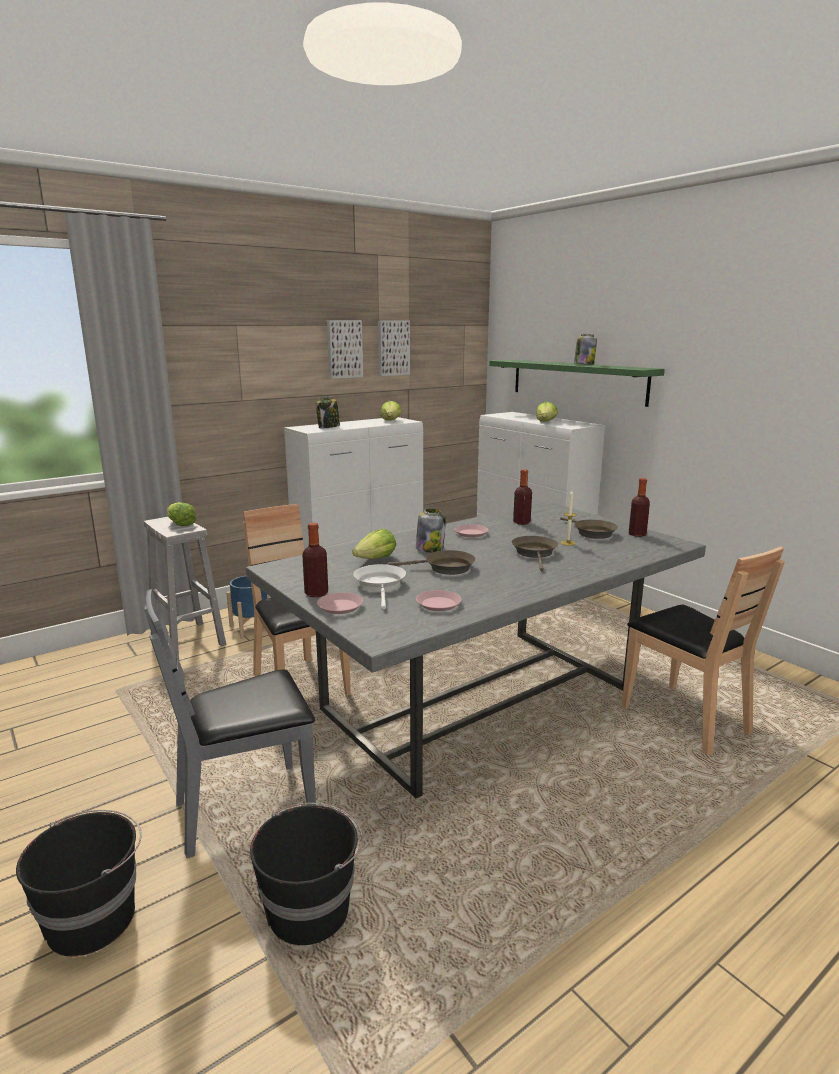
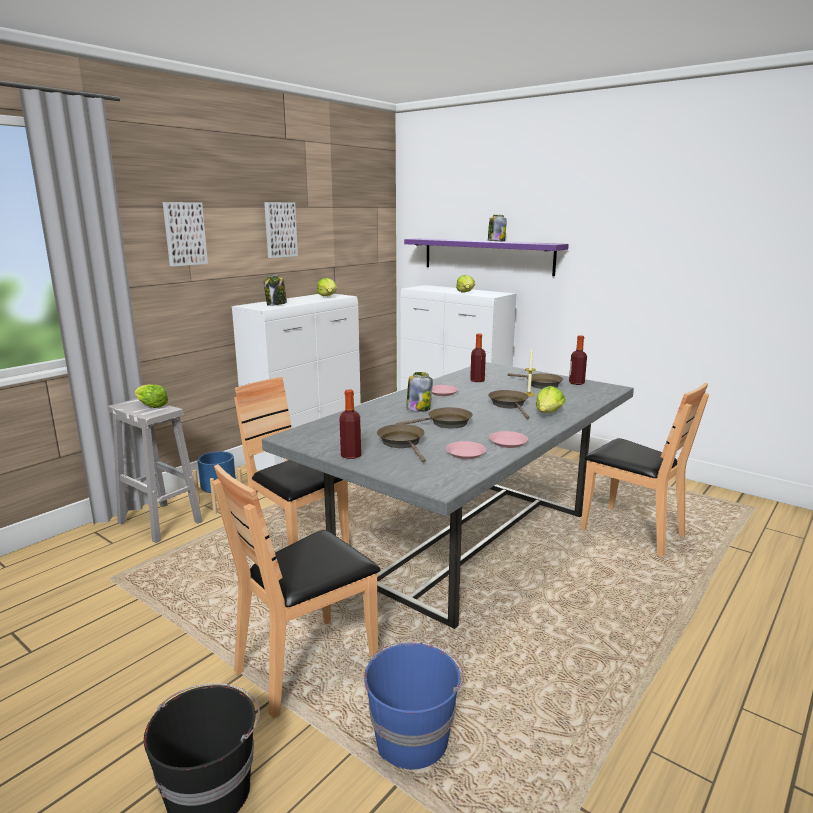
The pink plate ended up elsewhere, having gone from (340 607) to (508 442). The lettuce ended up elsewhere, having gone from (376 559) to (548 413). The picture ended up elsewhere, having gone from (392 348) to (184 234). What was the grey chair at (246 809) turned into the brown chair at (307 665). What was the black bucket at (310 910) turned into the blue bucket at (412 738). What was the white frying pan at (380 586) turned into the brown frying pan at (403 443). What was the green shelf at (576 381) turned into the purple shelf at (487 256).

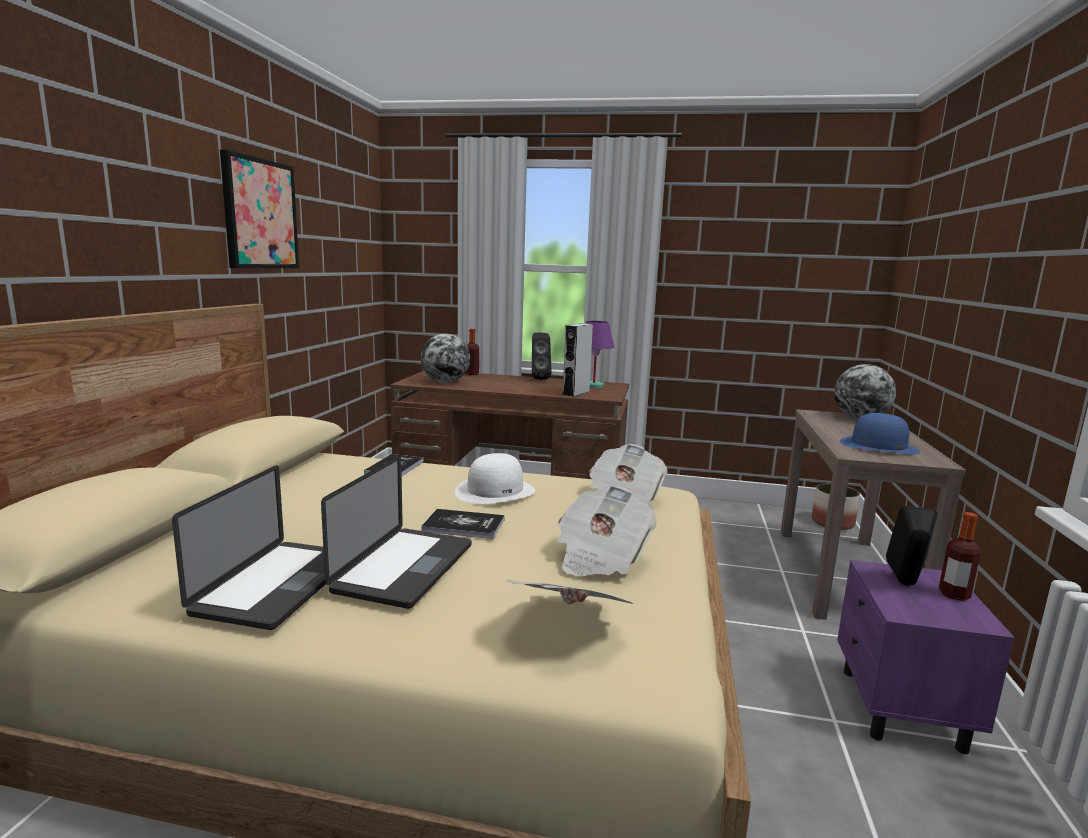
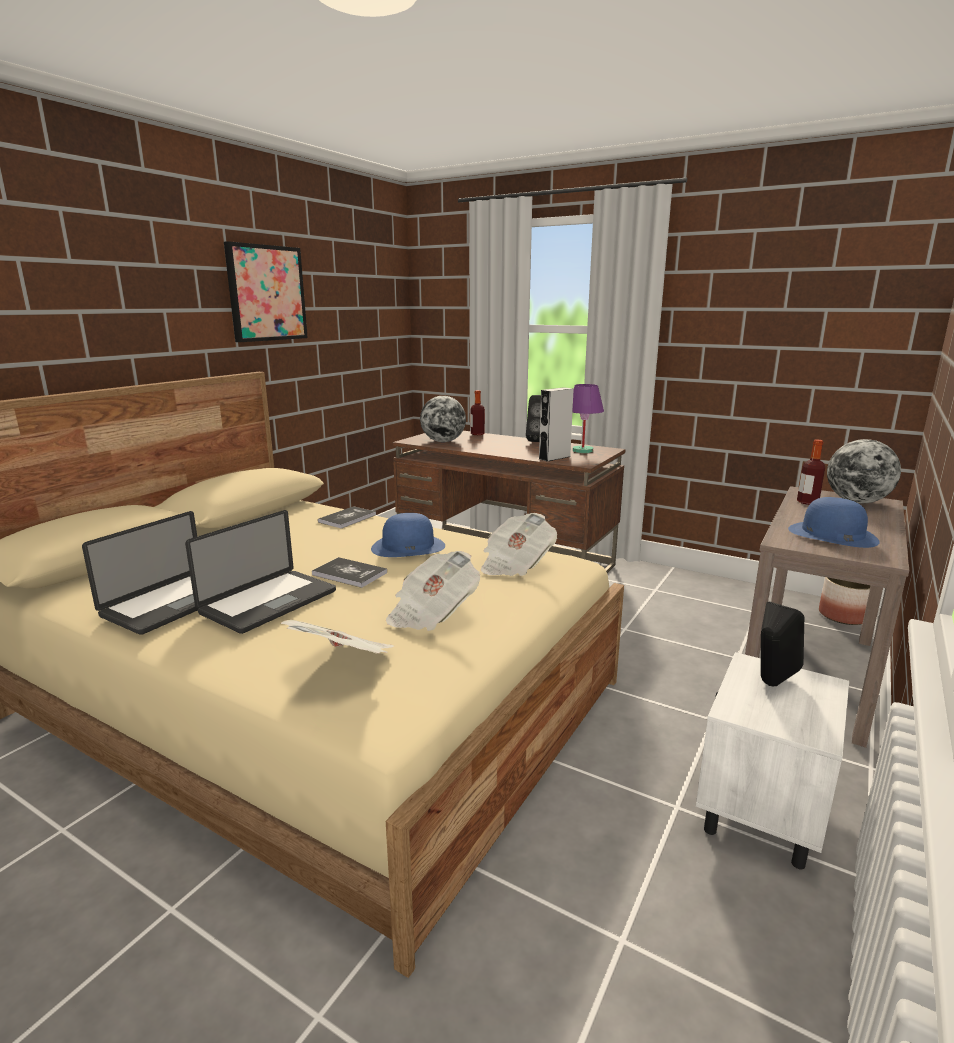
The bottle ended up elsewhere, having gone from (954 594) to (807 502). What was the white hat at (495 491) turned into the blue hat at (408 546). What was the purple nightstand at (900 709) turned into the white nightstand at (760 812).

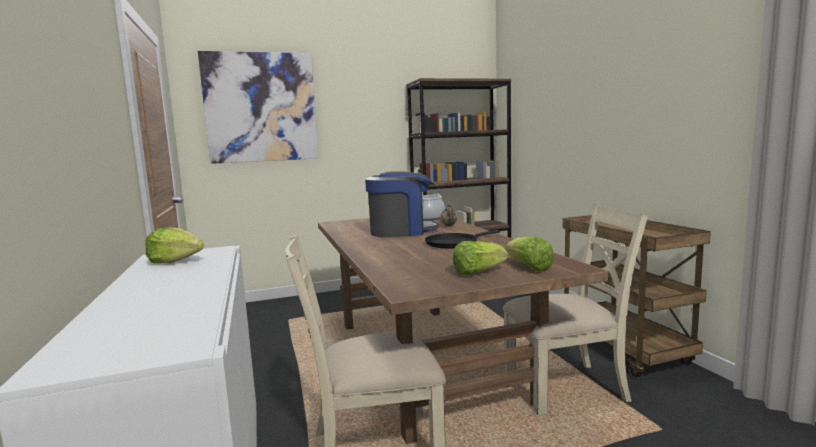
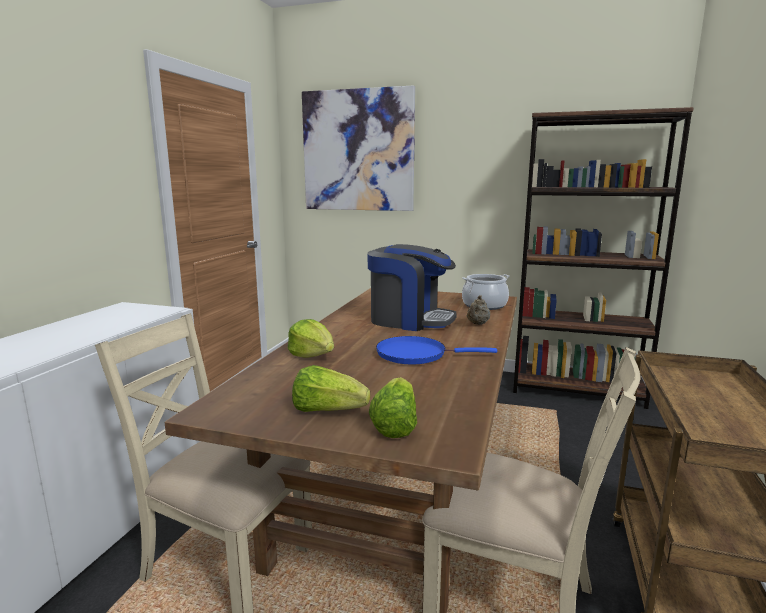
The lettuce ended up elsewhere, having gone from (175 261) to (312 355). What was the black frying pan at (454 243) turned into the blue frying pan at (416 354).

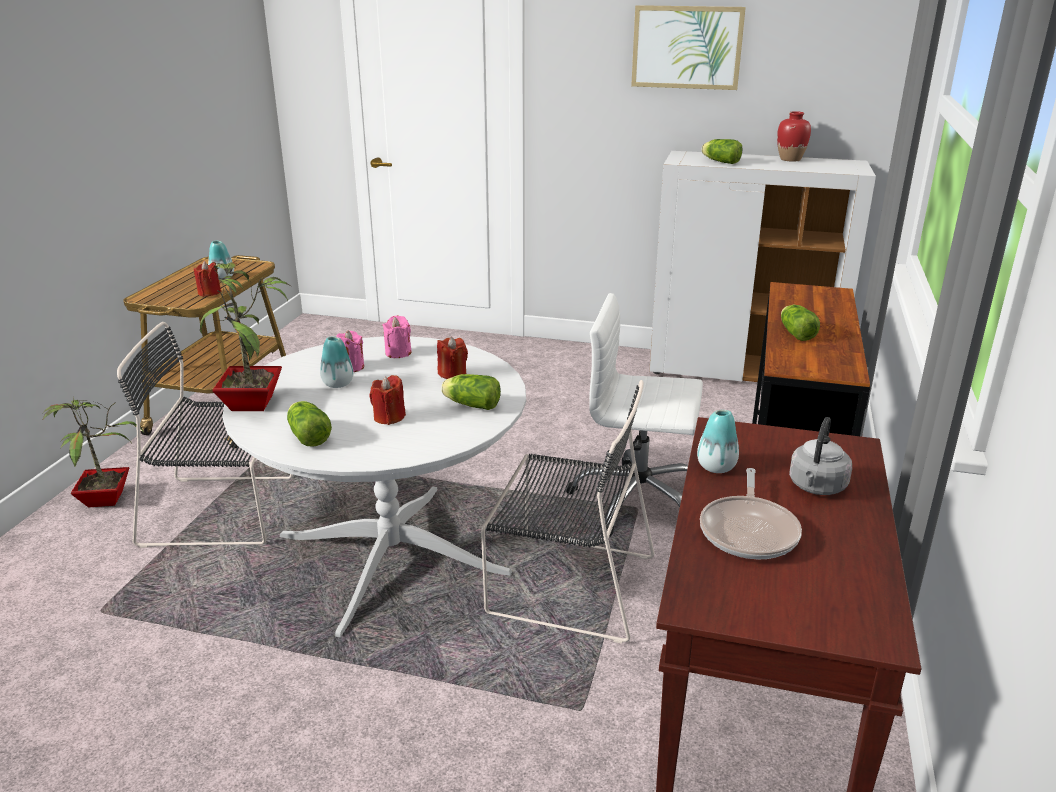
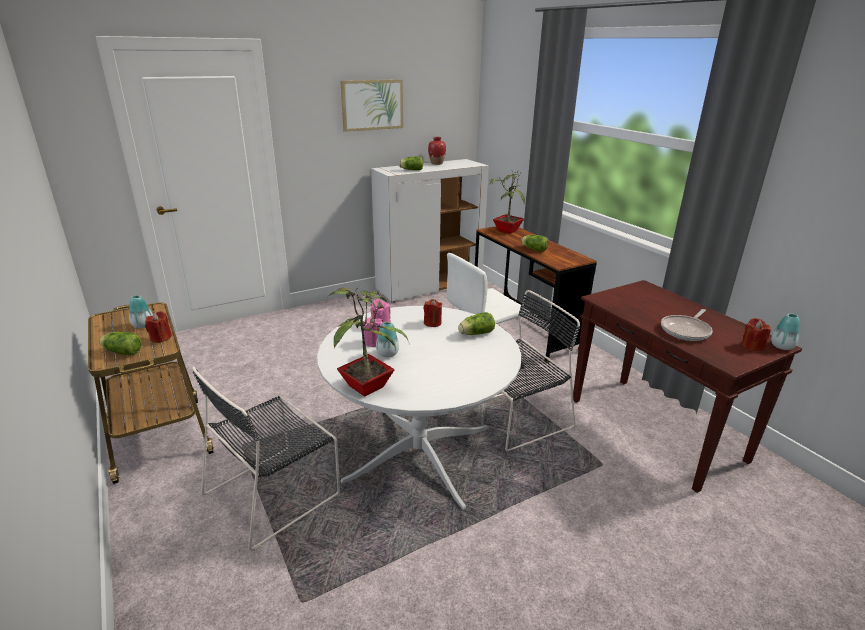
The second view lost the grey kettle at (816 487). The potted plant ended up elsewhere, having gone from (106 498) to (506 230). The lettuce ended up elsewhere, having gone from (308 435) to (121 352). The red candle ended up elsewhere, having gone from (389 417) to (752 346). The vase ended up elsewhere, having gone from (716 467) to (782 346). The frying pan at (749 531) ended up facing another way, 75 degrees clockwise from before.

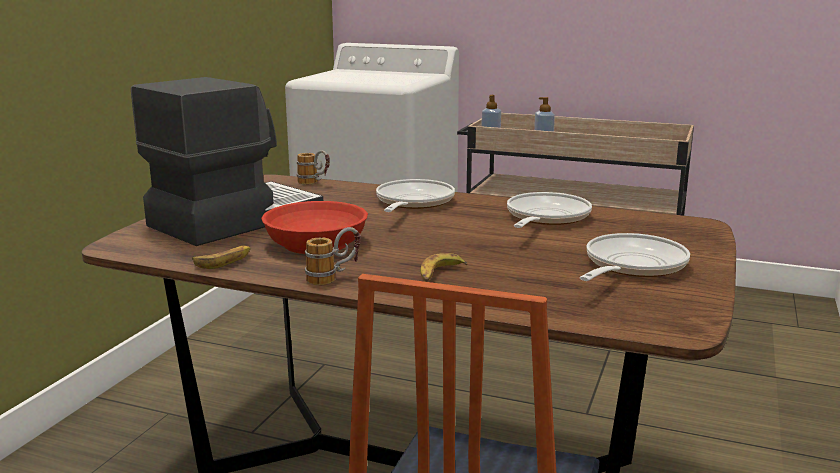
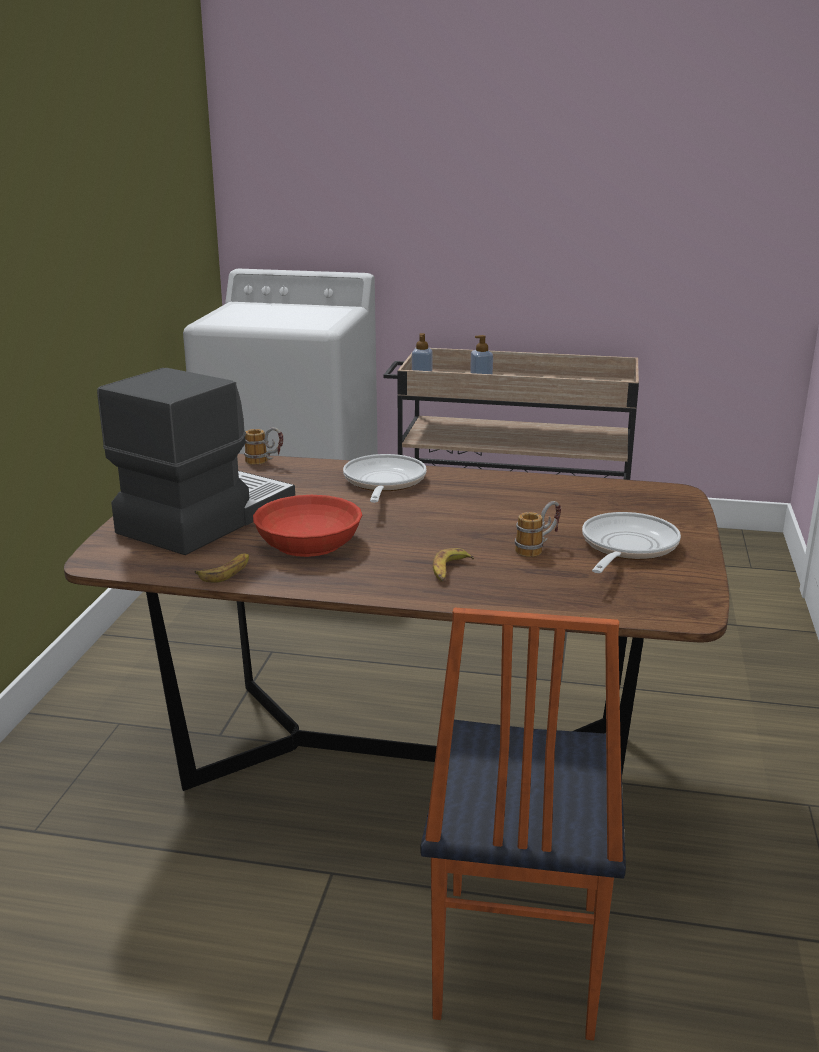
The second view lost the frying pan at (545 218). The mug ended up elsewhere, having gone from (334 277) to (538 548).

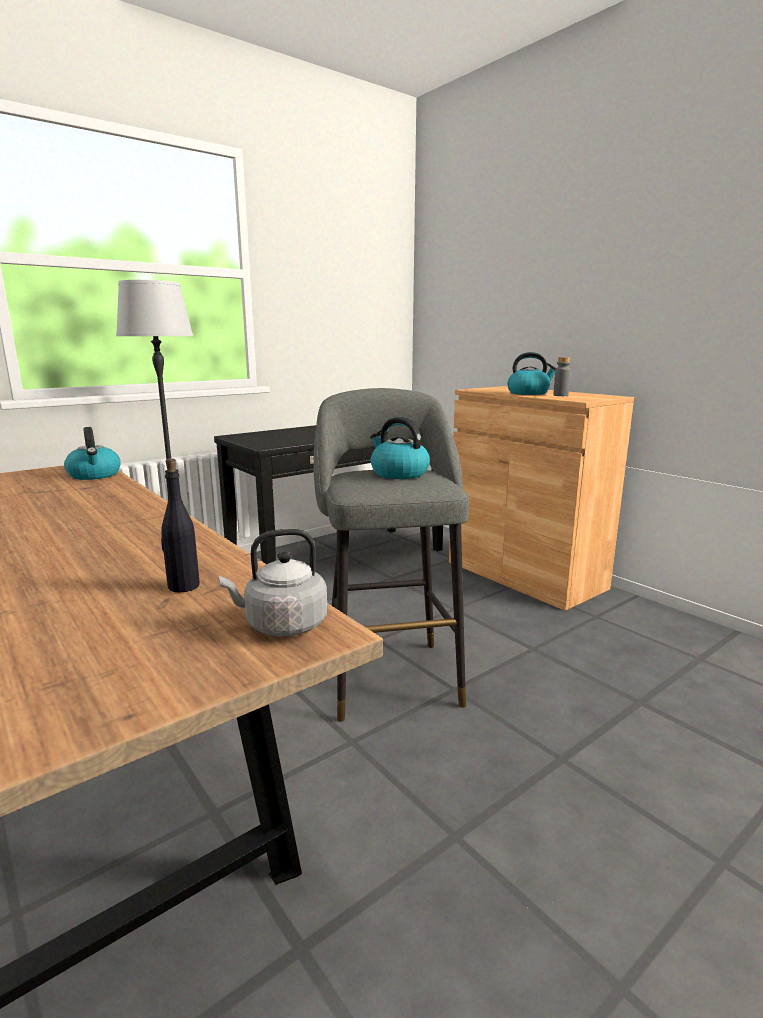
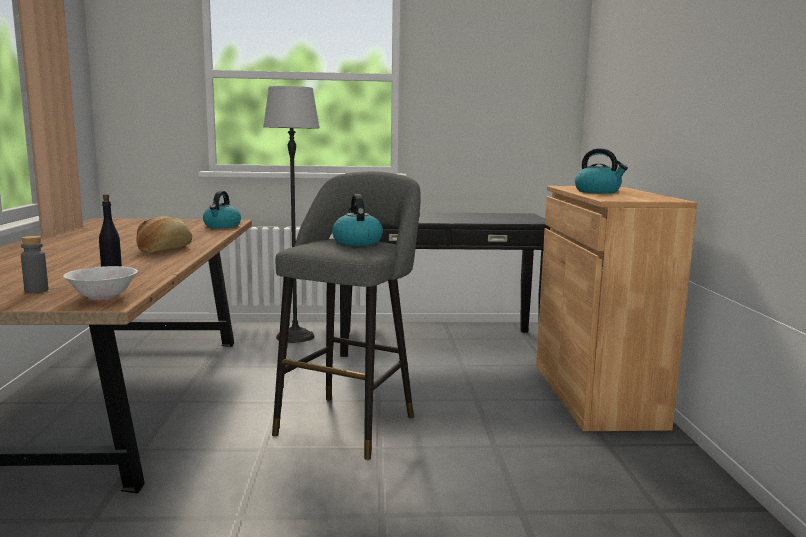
The second view gained the bread at (164 250). The grey bottle ended up elsewhere, having gone from (560 395) to (36 290). Where the grey kettle stood at (282 625), the white bowl came to stand at (102 297).

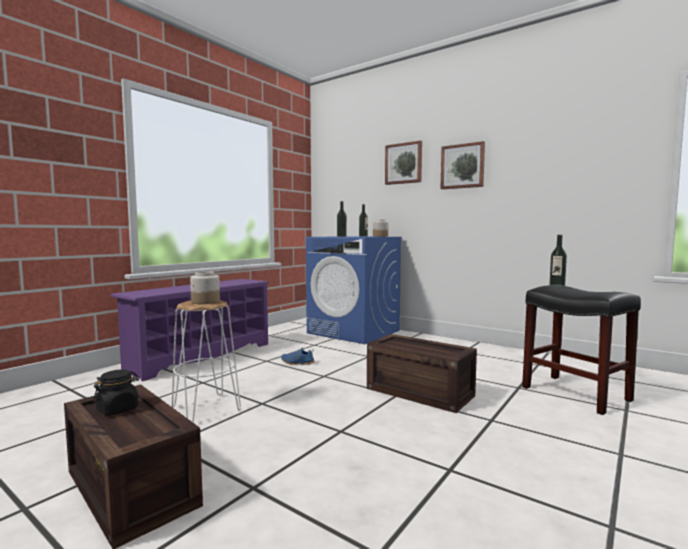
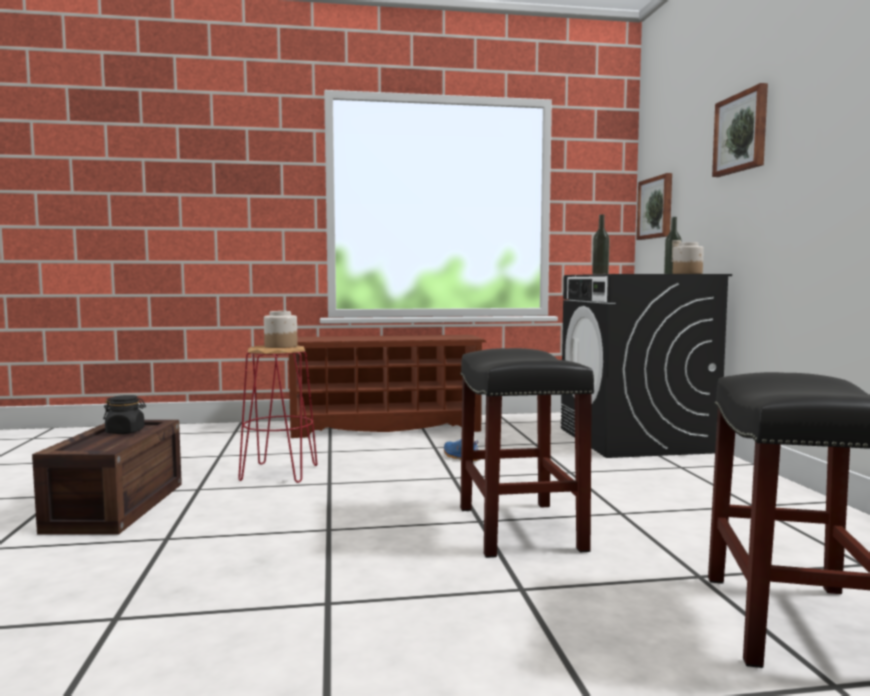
The second view lost the bottle at (557 285). The picture ended up elsewhere, having gone from (462 166) to (656 208). Where the crate stood at (421 392), the black stool came to stand at (521 529). What was the purple shoe rack at (201 356) turned into the brown shoe rack at (386 428). What was the white stool at (205 408) turned into the red stool at (279 472). What was the blue washing machine at (354 332) turned into the black washing machine at (635 440).

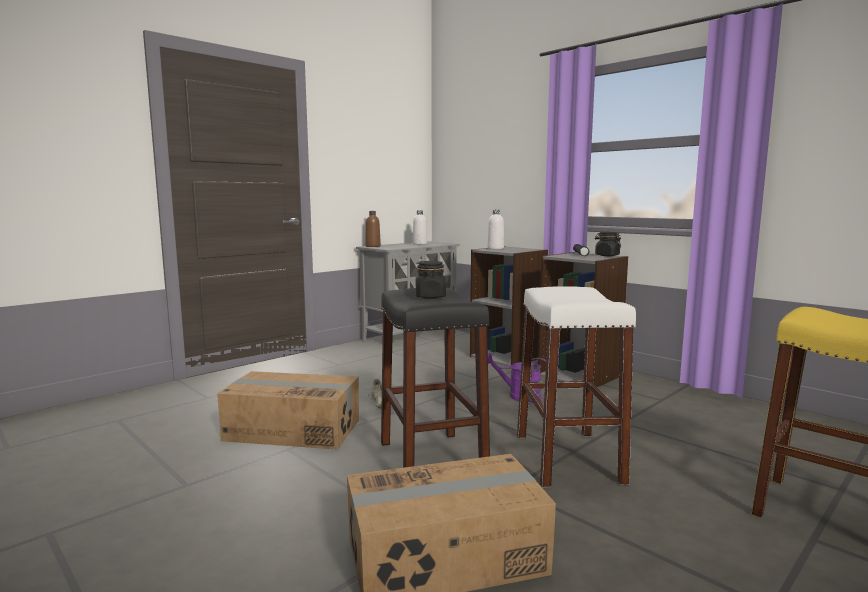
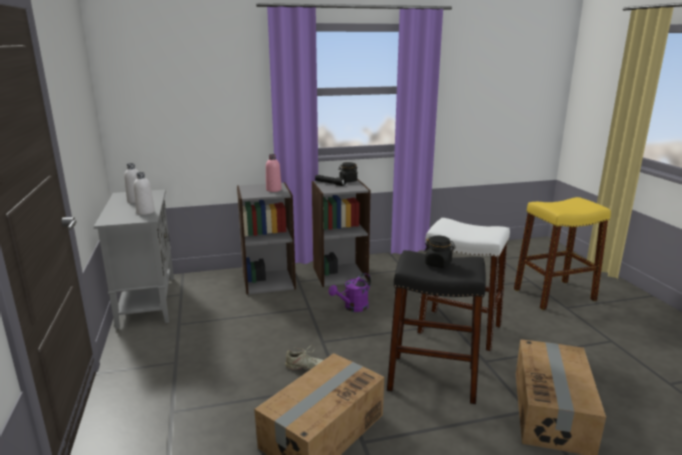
The second view lost the brown bottle at (373 246). The second view gained the pink bottle at (273 190). The white bottle ended up elsewhere, having gone from (495 248) to (145 212).

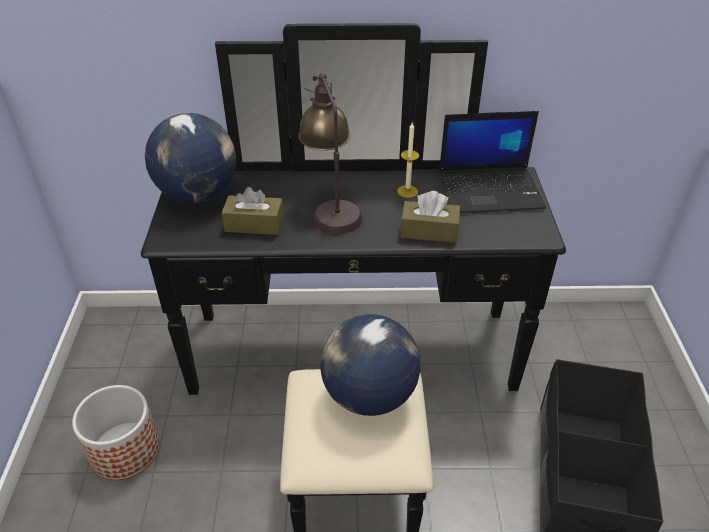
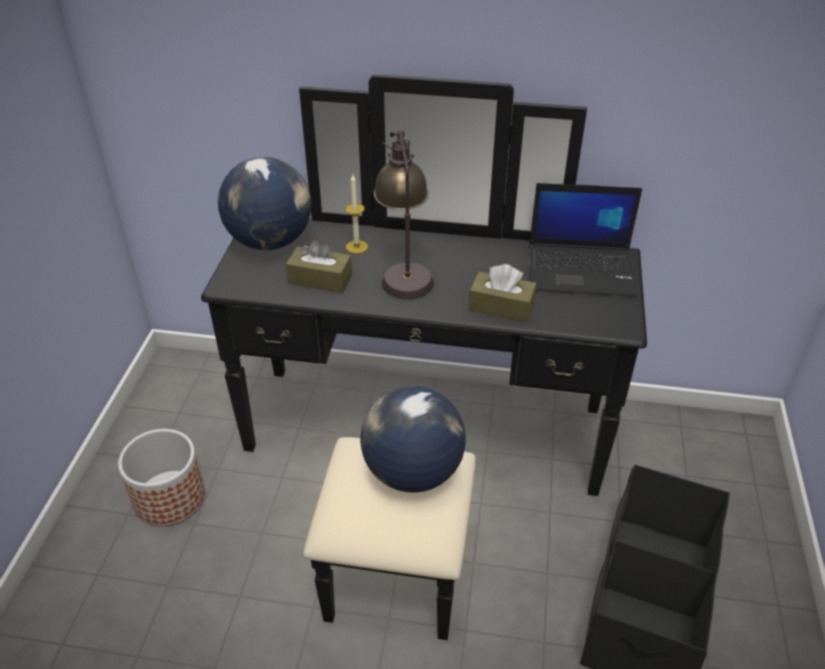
The candle ended up elsewhere, having gone from (407 191) to (356 247).

